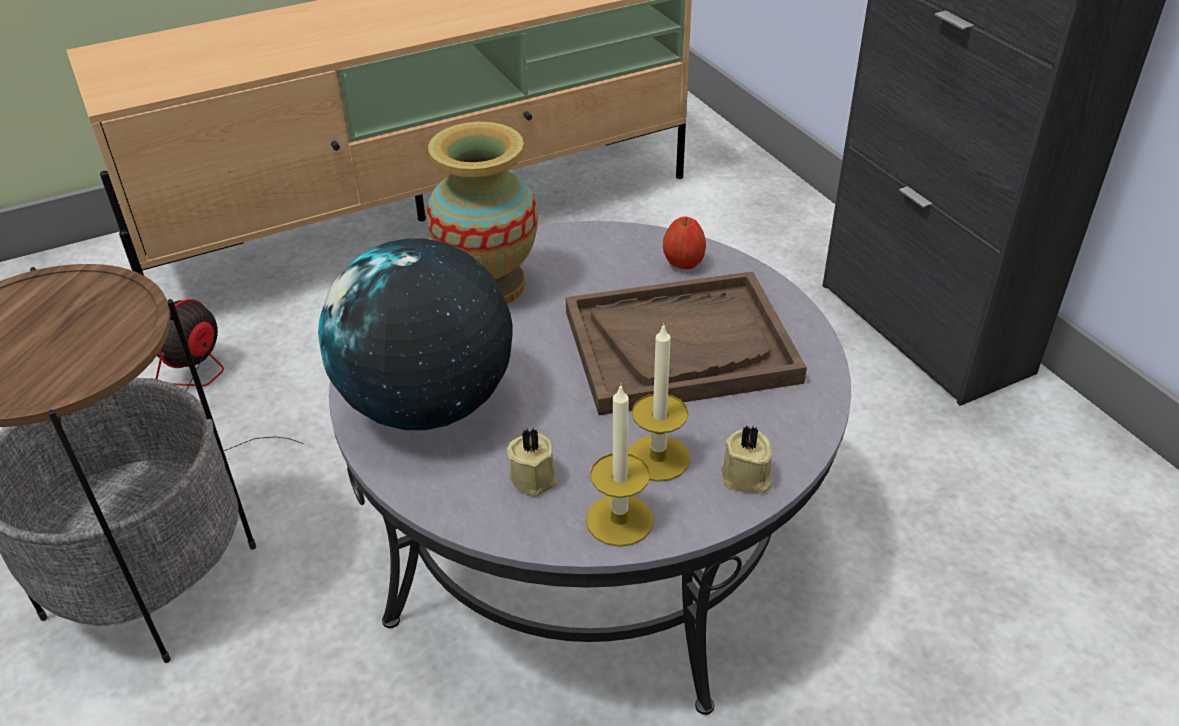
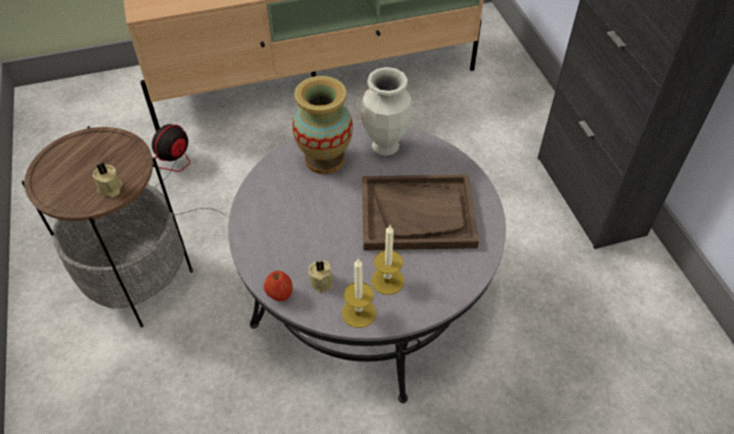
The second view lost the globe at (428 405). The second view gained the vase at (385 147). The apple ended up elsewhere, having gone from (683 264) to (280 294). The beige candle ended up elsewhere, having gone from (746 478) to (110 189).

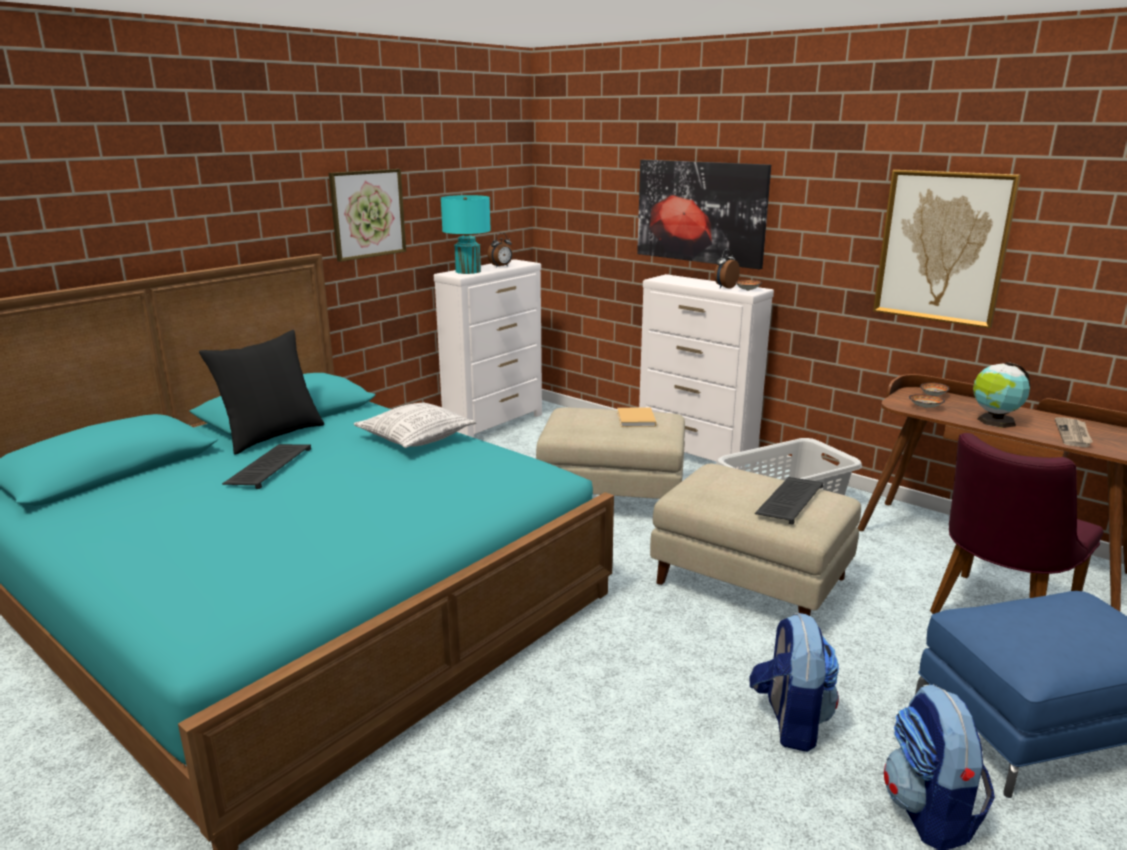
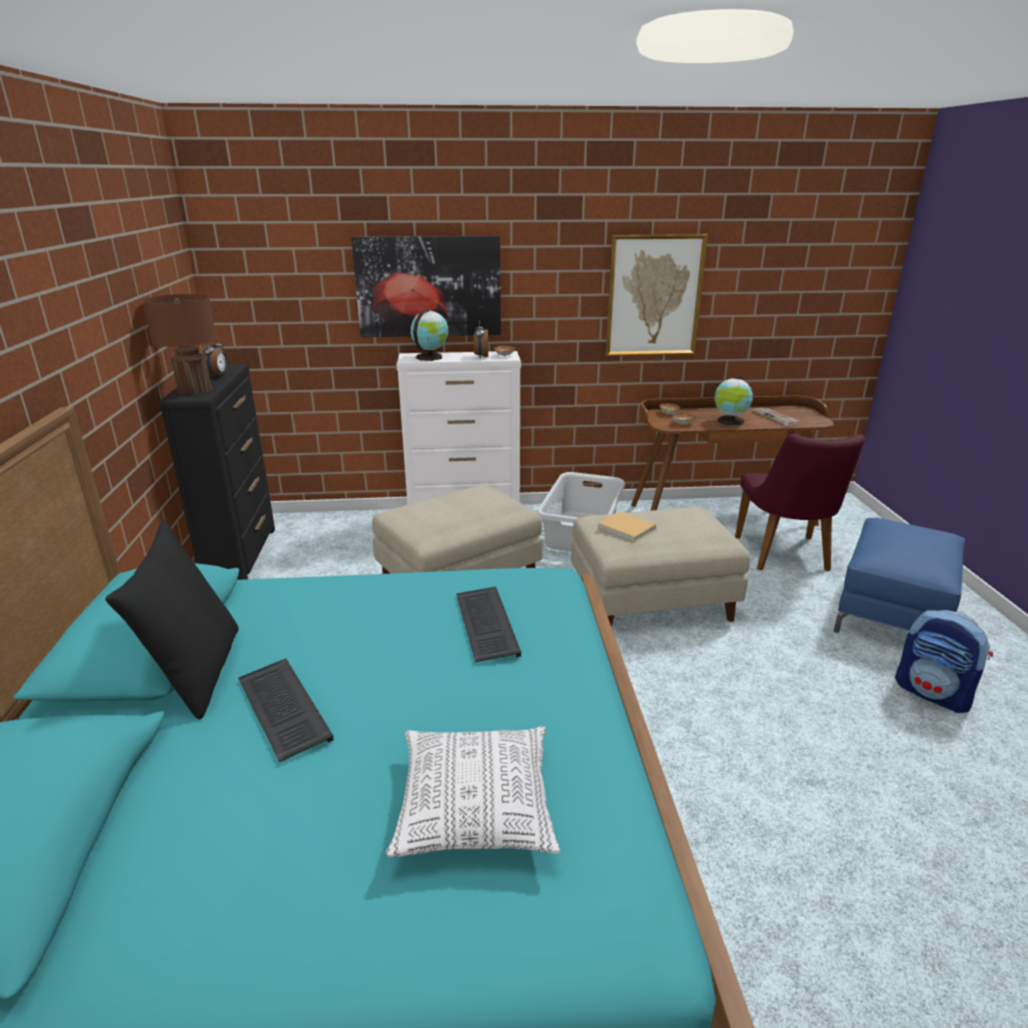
The second view lost the picture at (367 214). The second view lost the backpack at (790 721). The second view gained the globe at (430 357). The pillow ended up elsewhere, having gone from (416 438) to (475 806). The beige book ended up elsewhere, having gone from (636 419) to (627 529). The keyboard ended up elsewhere, having gone from (789 500) to (485 624). What was the white dresser at (495 424) turned into the black dresser at (241 556). What was the turquoise table lamp at (468 271) turned into the brown table lamp at (194 389).

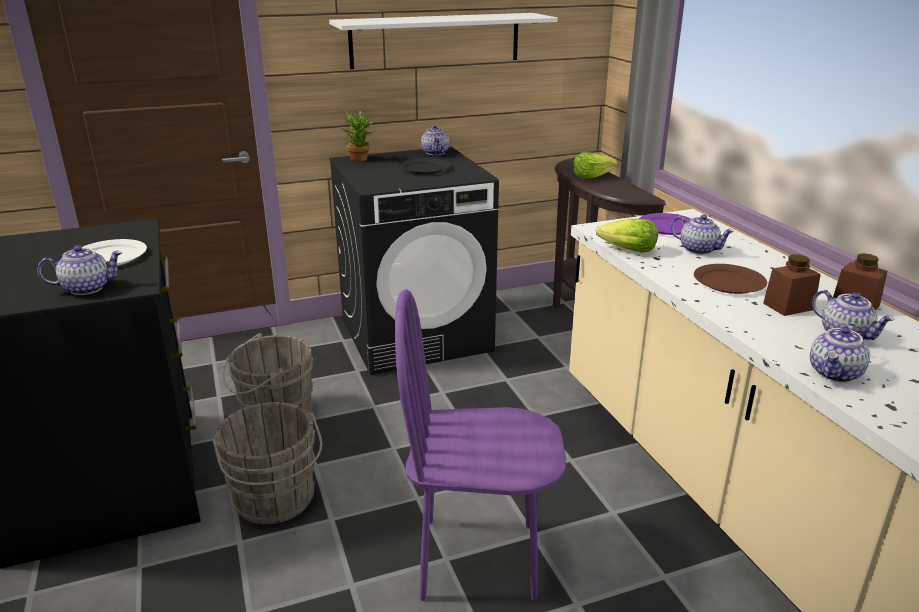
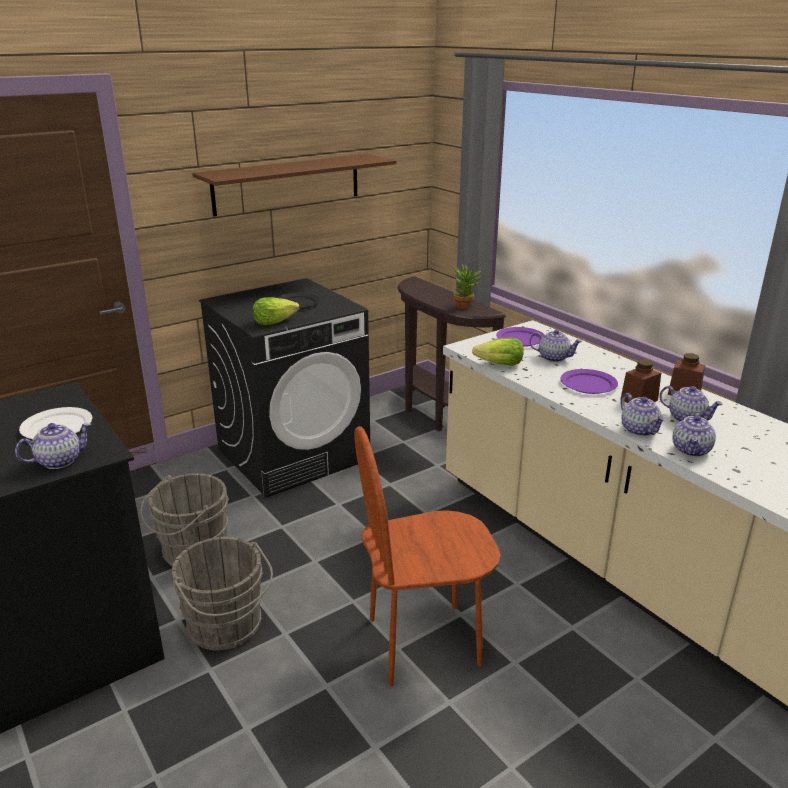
The potted plant ended up elsewhere, having gone from (361 160) to (466 307). The teapot ended up elsewhere, having gone from (435 153) to (640 430). The lettuce ended up elsewhere, having gone from (591 176) to (274 322). What was the white shelf at (436 40) turned into the brown shelf at (287 184). What was the purple chair at (478 559) turned into the brown chair at (424 642). What was the brown plate at (729 282) turned into the purple plate at (588 384).

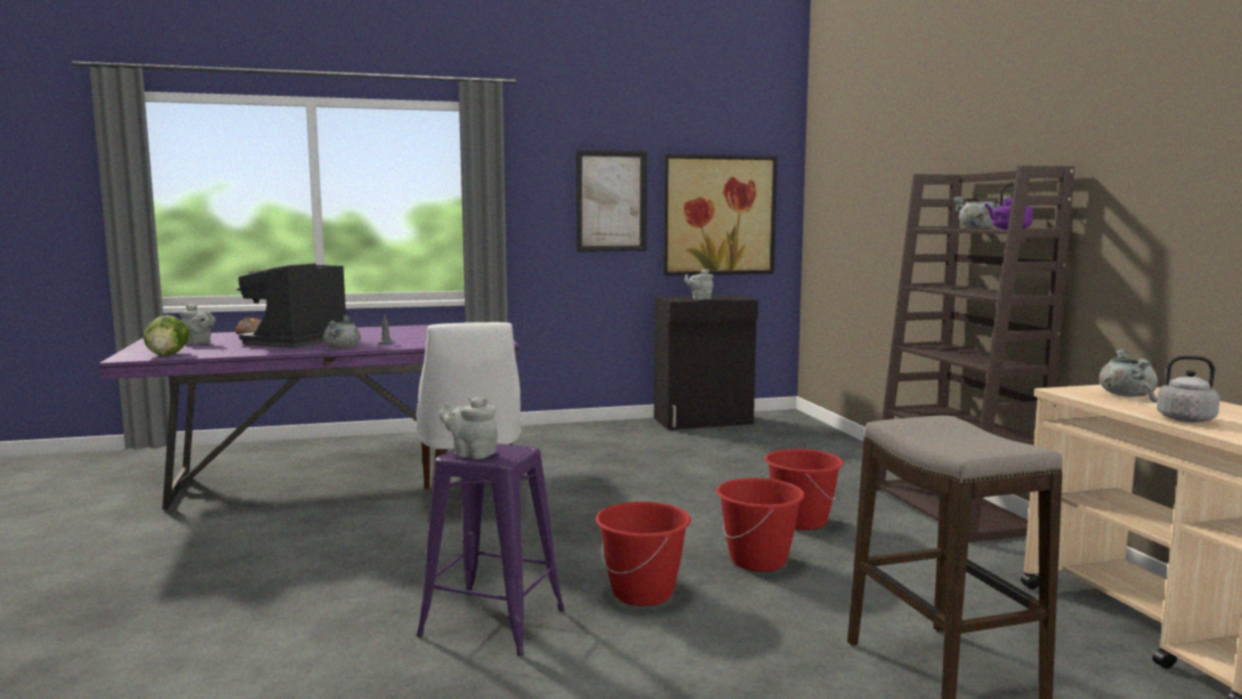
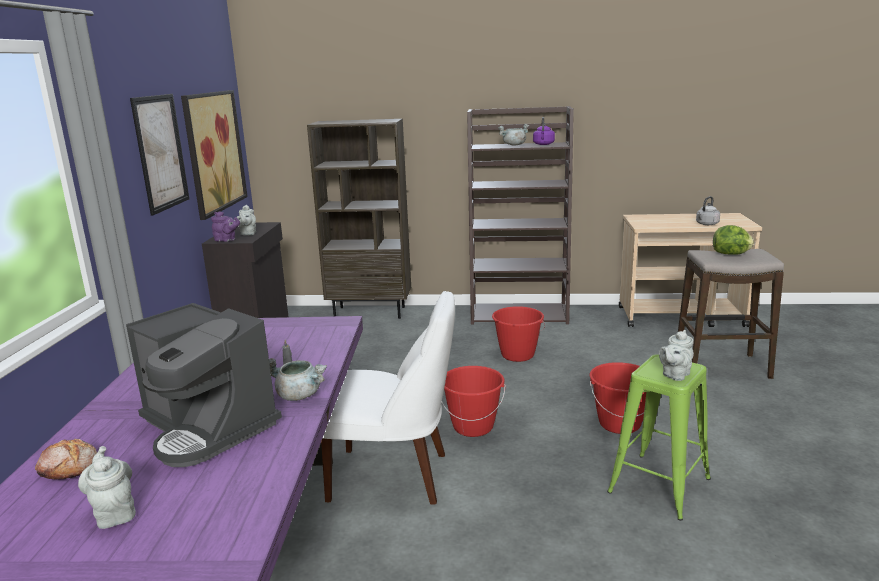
The second view lost the grey cooking pot at (1126 395). The second view gained the purple teapot at (226 240). The second view gained the brown bookcase at (370 312). The lettuce ended up elsewhere, having gone from (167 355) to (731 254). The red bucket ended up elsewhere, having gone from (758 561) to (473 427). What was the purple stool at (491 622) turned into the green stool at (658 486). The grey teapot at (198 343) ended up facing another way, 75 degrees counterclockwise from before.

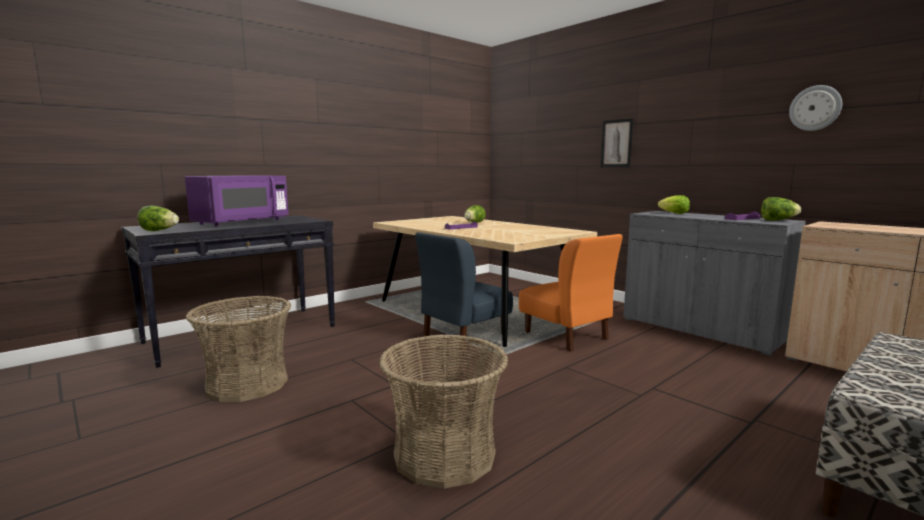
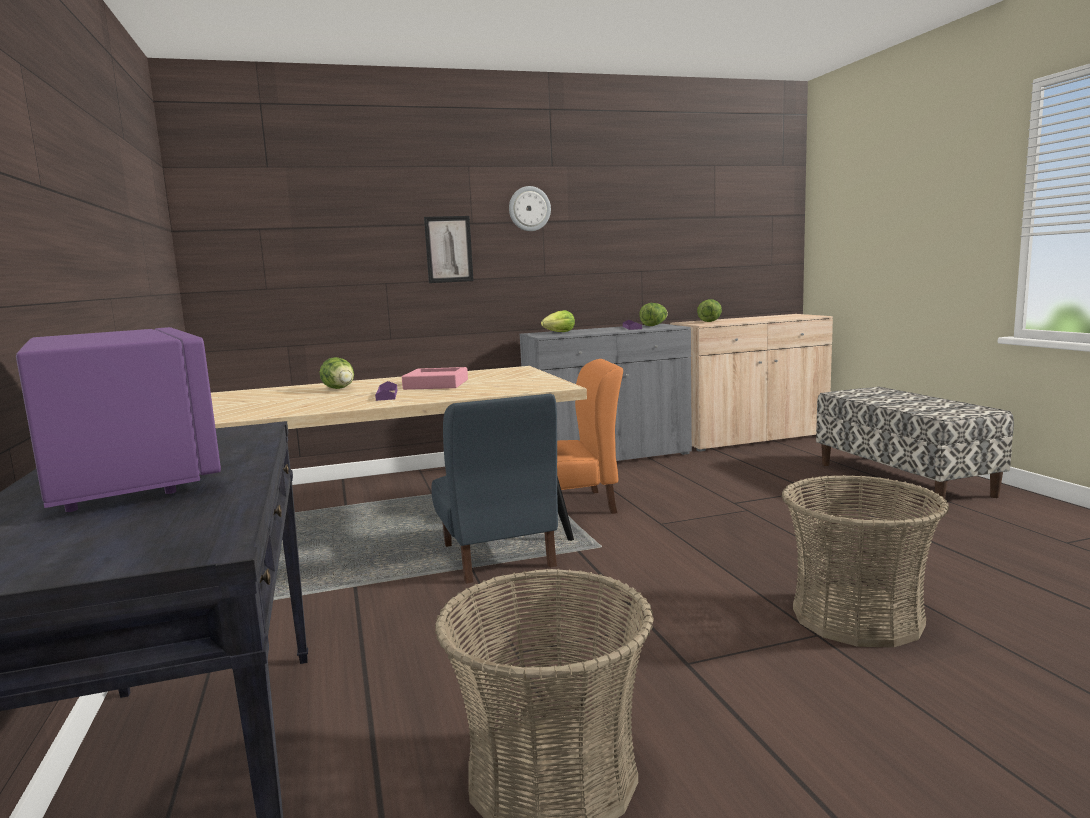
The second view gained the pink tray at (436 384). The lettuce ended up elsewhere, having gone from (159 230) to (710 321). The wall clock ended up elsewhere, having gone from (815 108) to (529 209).

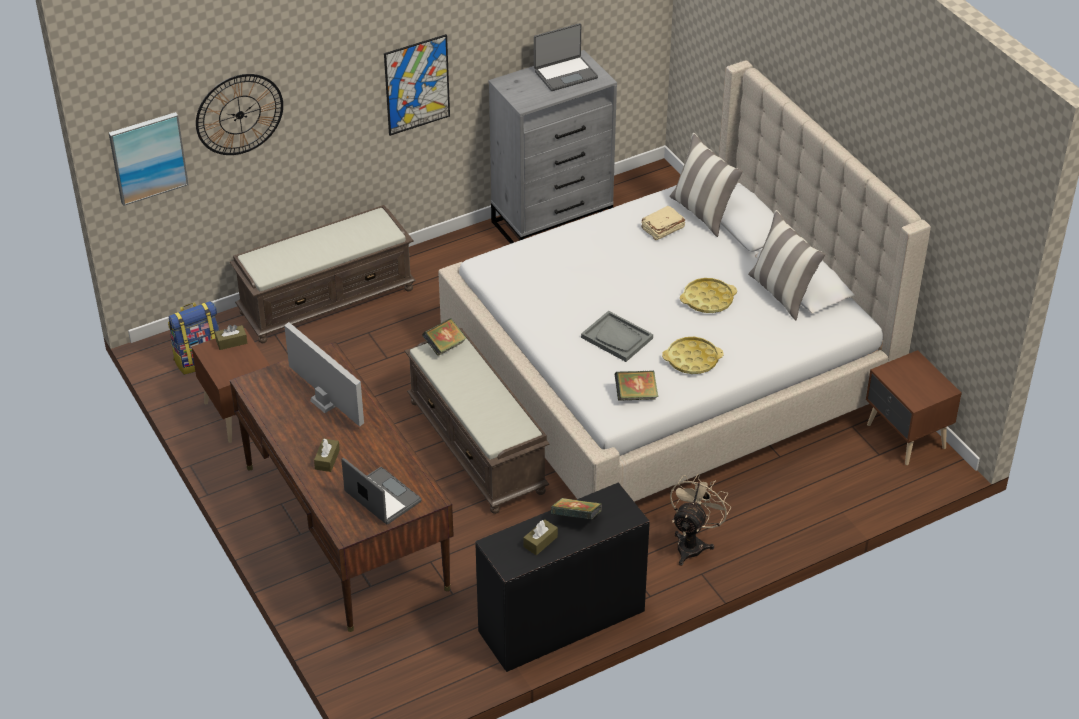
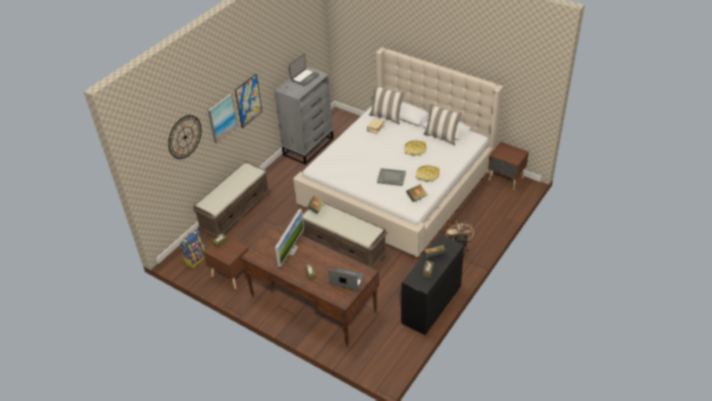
The picture ended up elsewhere, having gone from (148 157) to (222 118). The monitor at (325 402) ended up facing another way, 90 degrees clockwise from before.

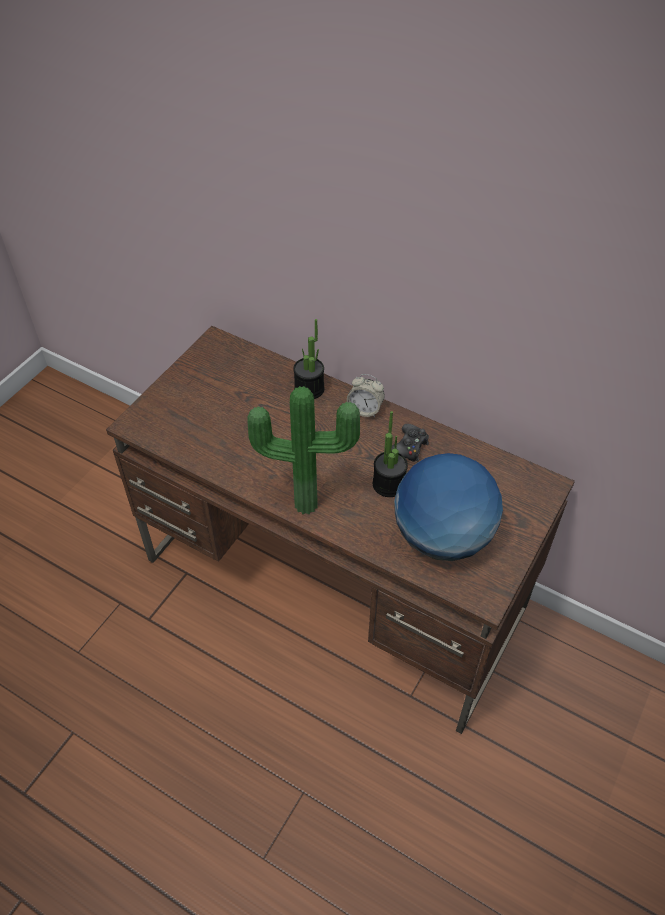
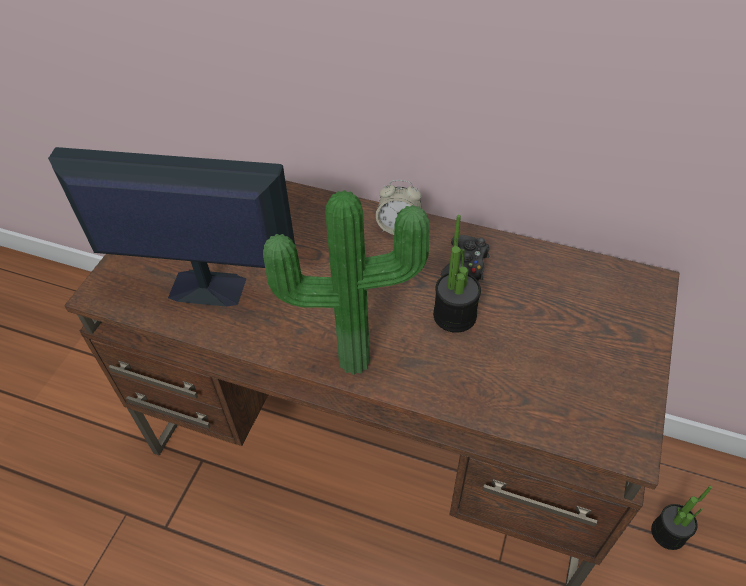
The second view lost the globe at (442 537). The second view gained the monitor at (205 288). The potted plant ended up elsewhere, having gone from (309 389) to (668 533).

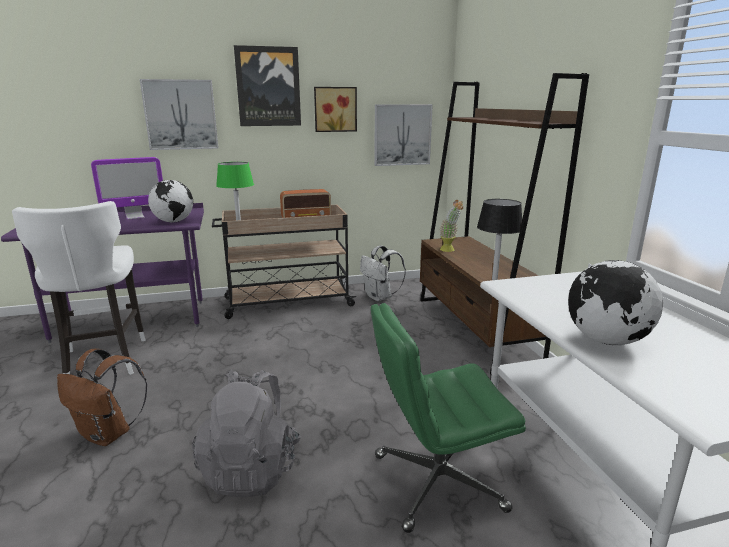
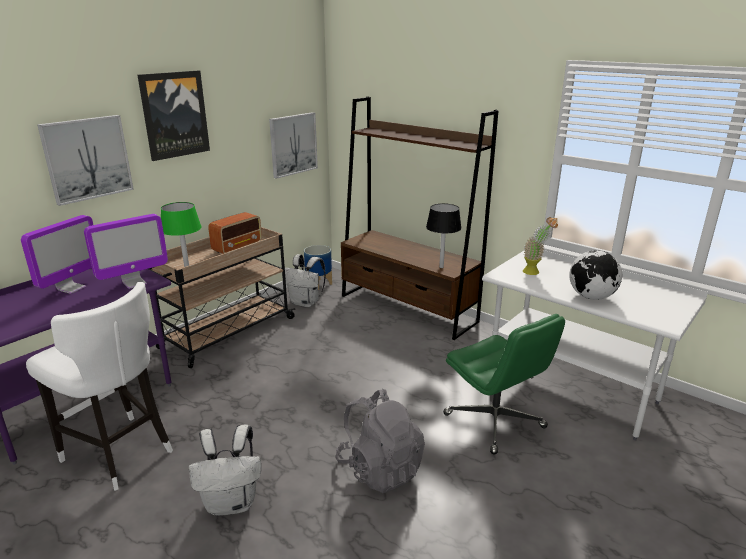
The second view lost the picture at (335 109). The second view gained the planter at (319 284). The potted plant ended up elsewhere, having gone from (449 250) to (535 272). Where the globe stood at (174 221), the monitor came to stand at (134 283). What was the brown backpack at (109 434) turned into the white backpack at (232 502). The green office chair at (436 483) ended up facing another way, 75 degrees counterclockwise from before.

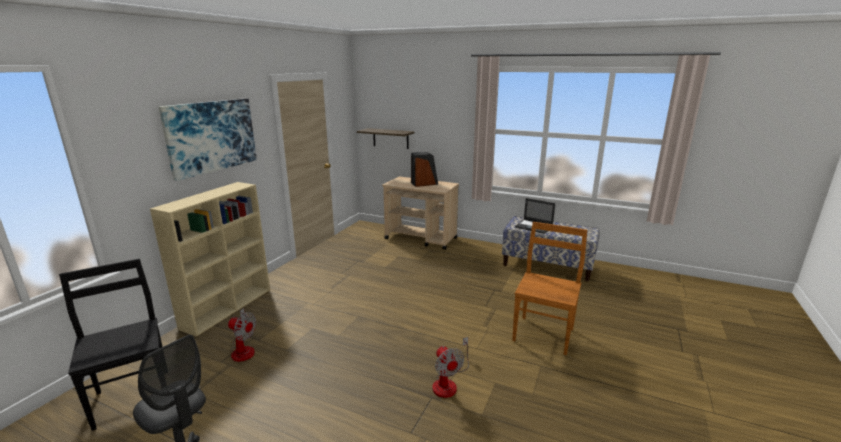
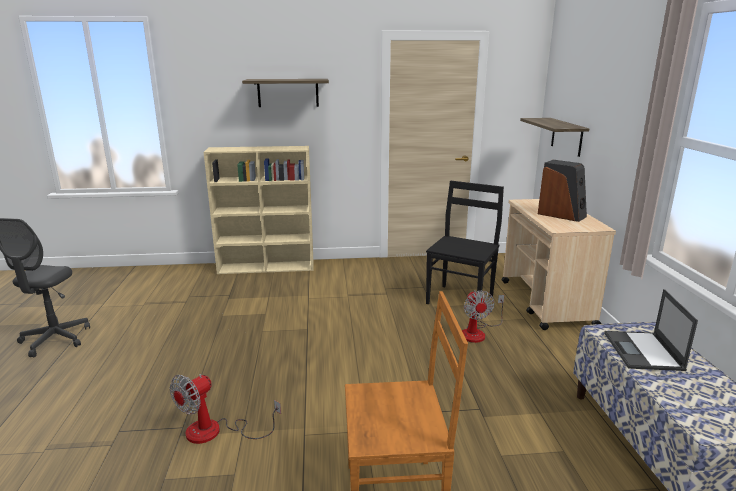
The black chair ended up elsewhere, having gone from (133 396) to (460 299). The fan ended up elsewhere, having gone from (243 349) to (478 332). Where the picture hung at (211 136), the shelf came to hang at (288 93).

